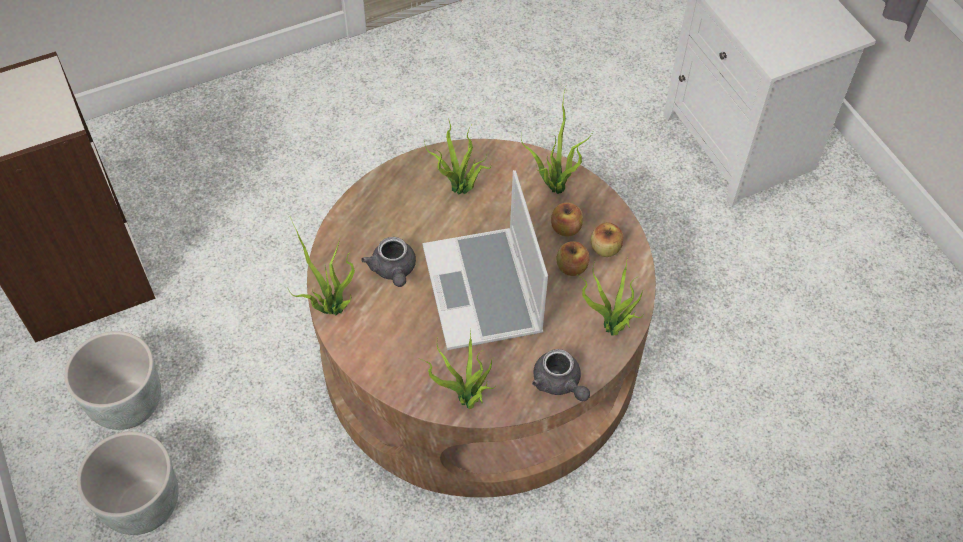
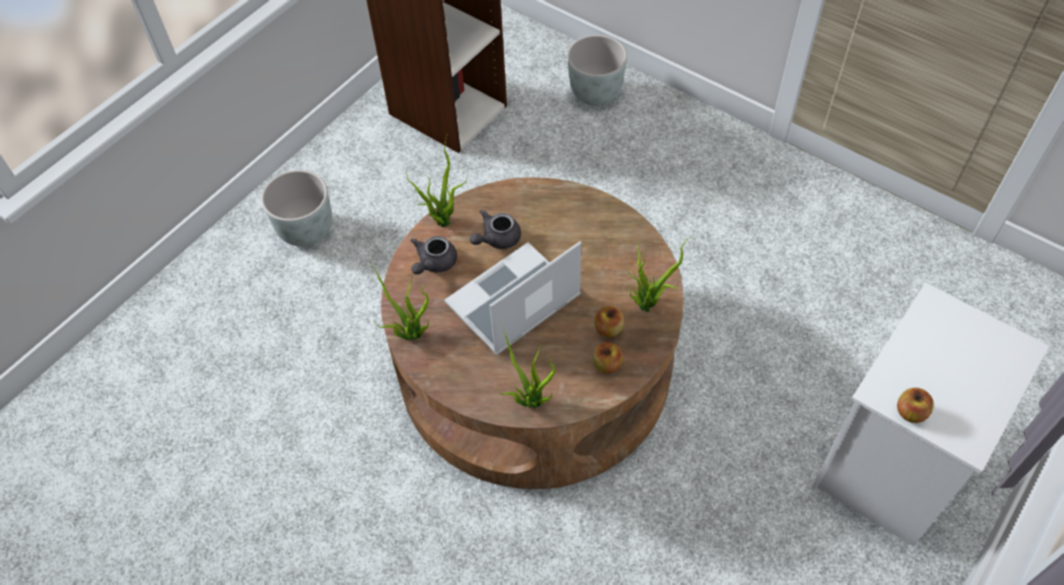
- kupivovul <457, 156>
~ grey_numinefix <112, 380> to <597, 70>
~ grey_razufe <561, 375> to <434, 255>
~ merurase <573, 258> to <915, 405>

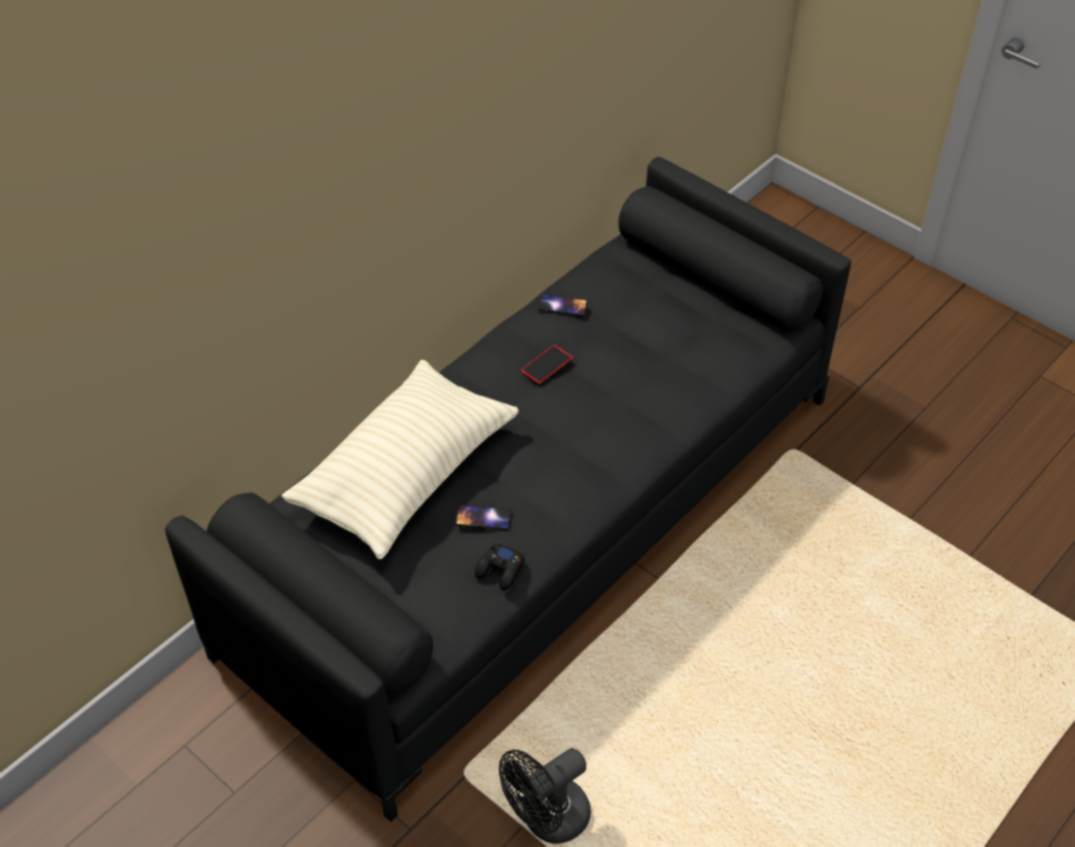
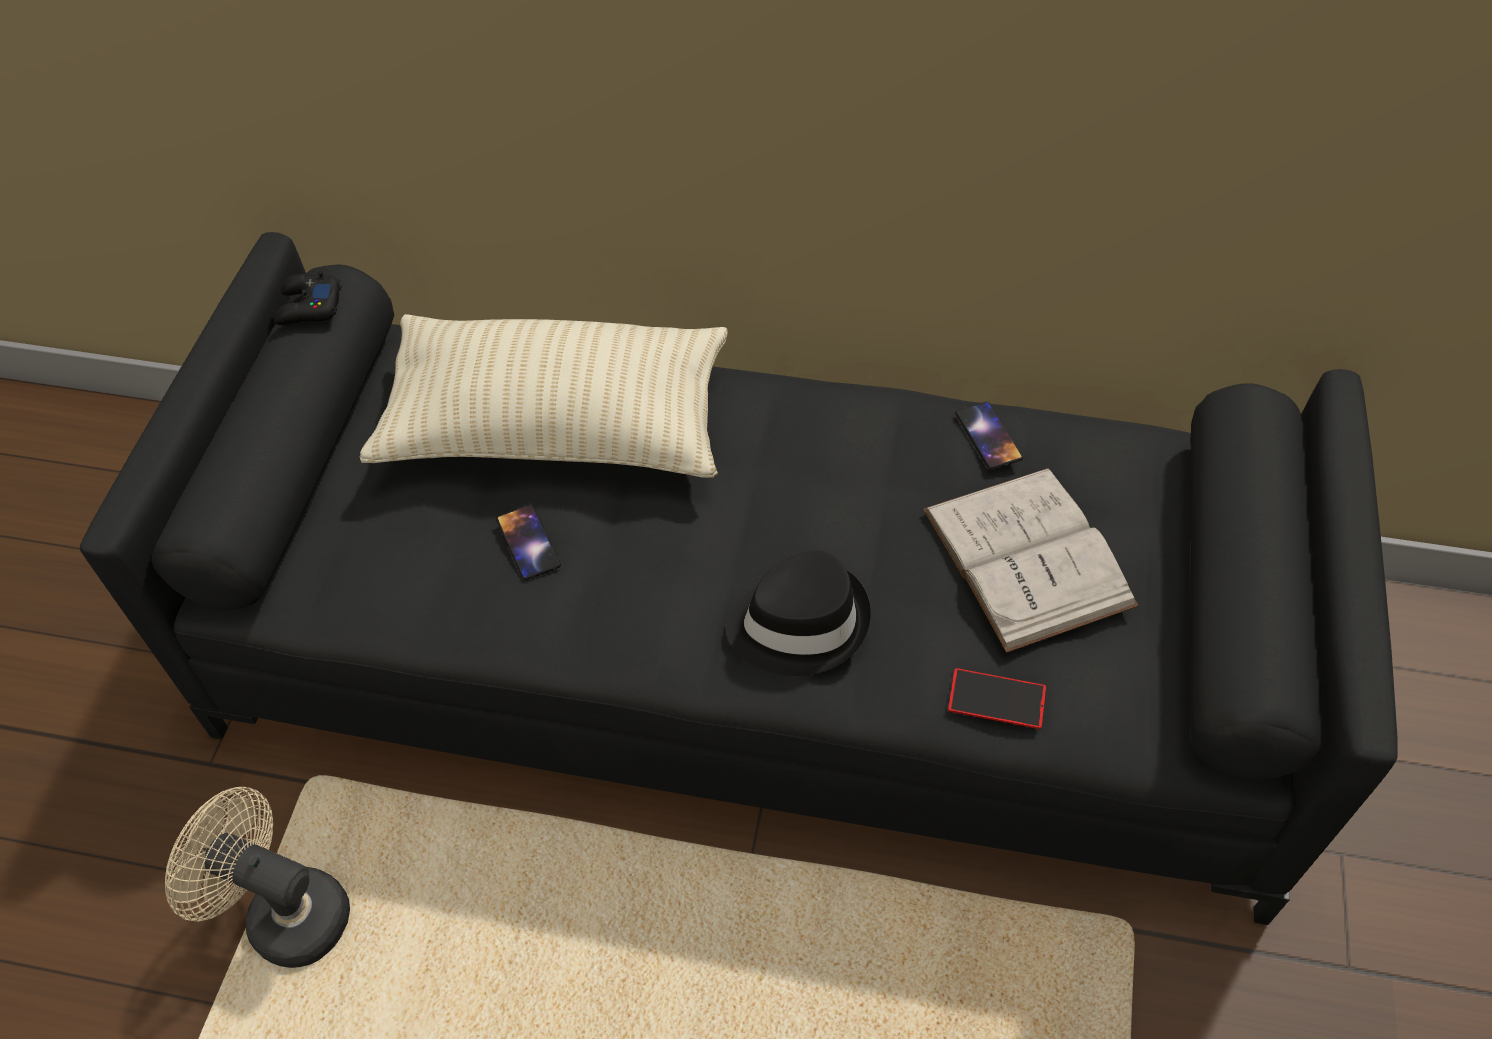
+ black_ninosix <798, 613>
+ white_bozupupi <1031, 560>
~ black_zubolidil <500, 566> to <308, 298>
~ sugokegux <547, 364> to <997, 698>
~ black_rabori <545, 796> to beige_rabori <257, 877>

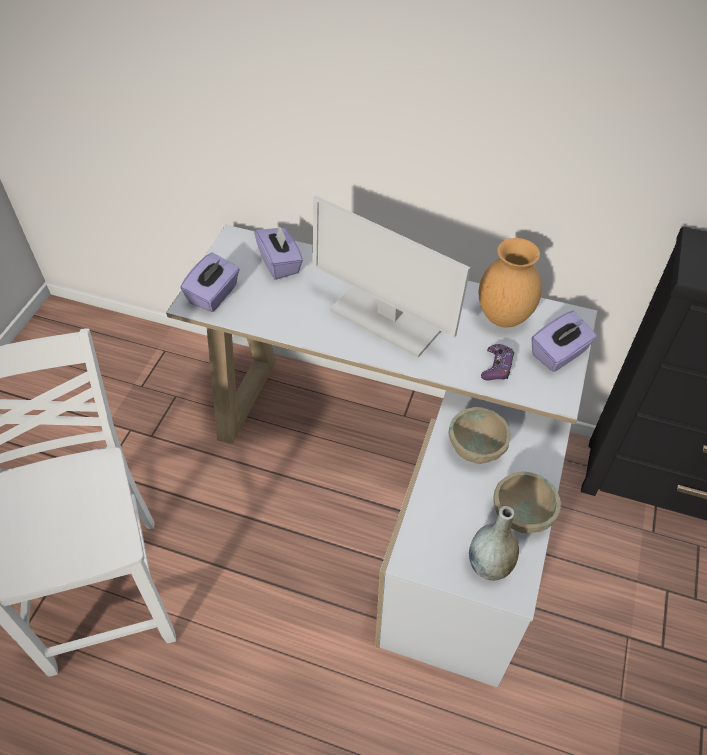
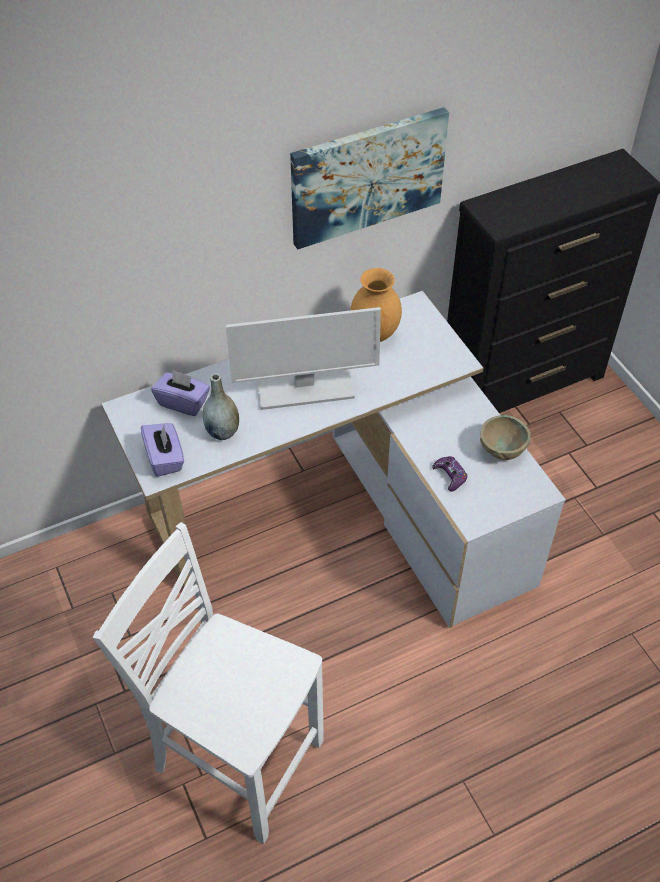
- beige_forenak <479, 435>
- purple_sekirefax <564, 341>
+ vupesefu <369, 178>
~ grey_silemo <494, 543> to <221, 406>
~ purple_zubolidil <497, 362> to <449, 474>

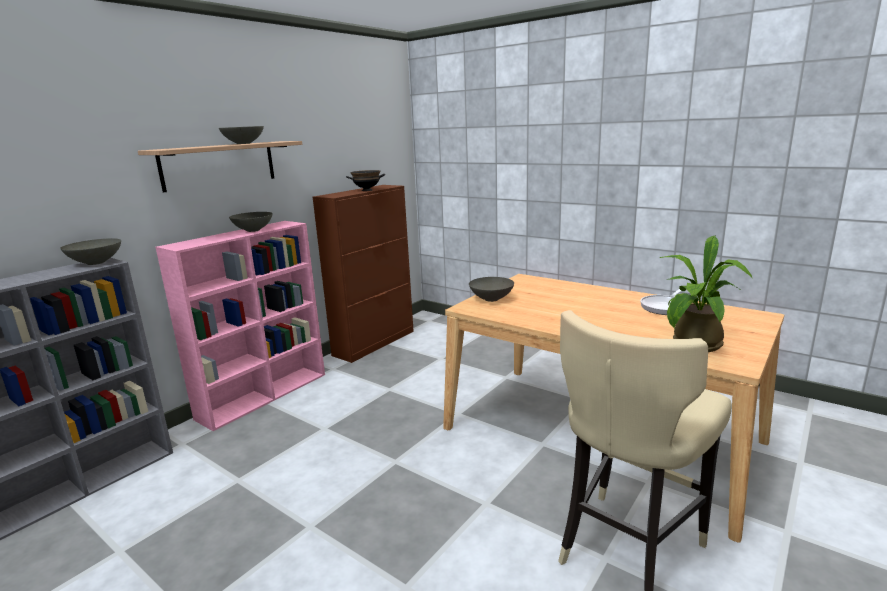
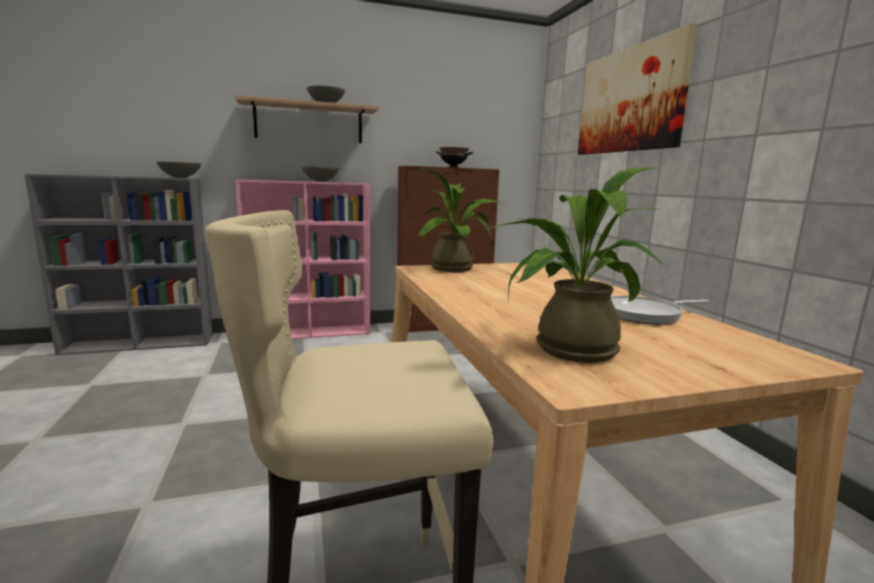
+ vupesefu <638, 89>
~ grey_forenak <491, 289> to kupivovul <461, 221>

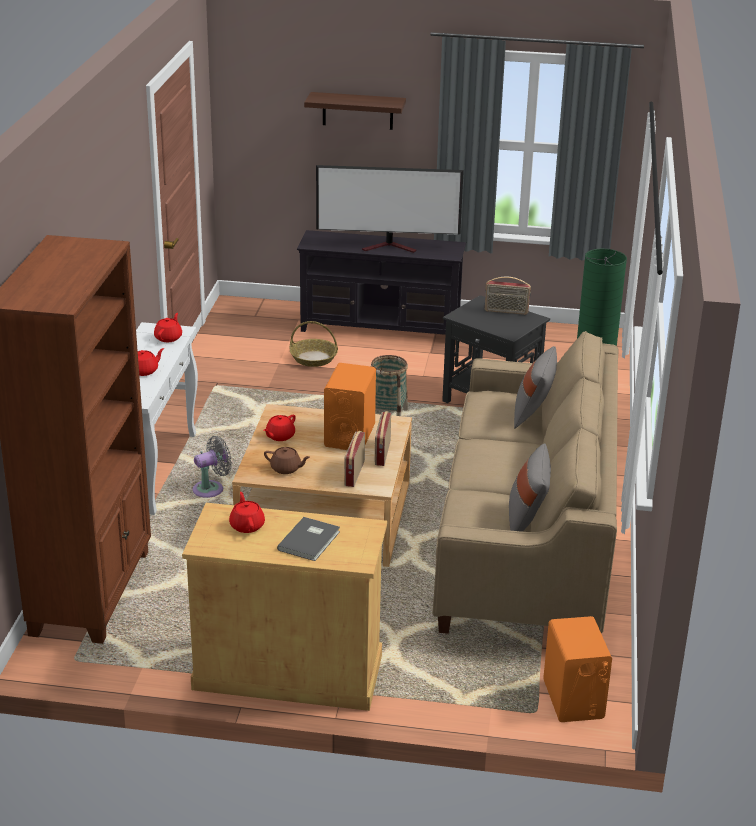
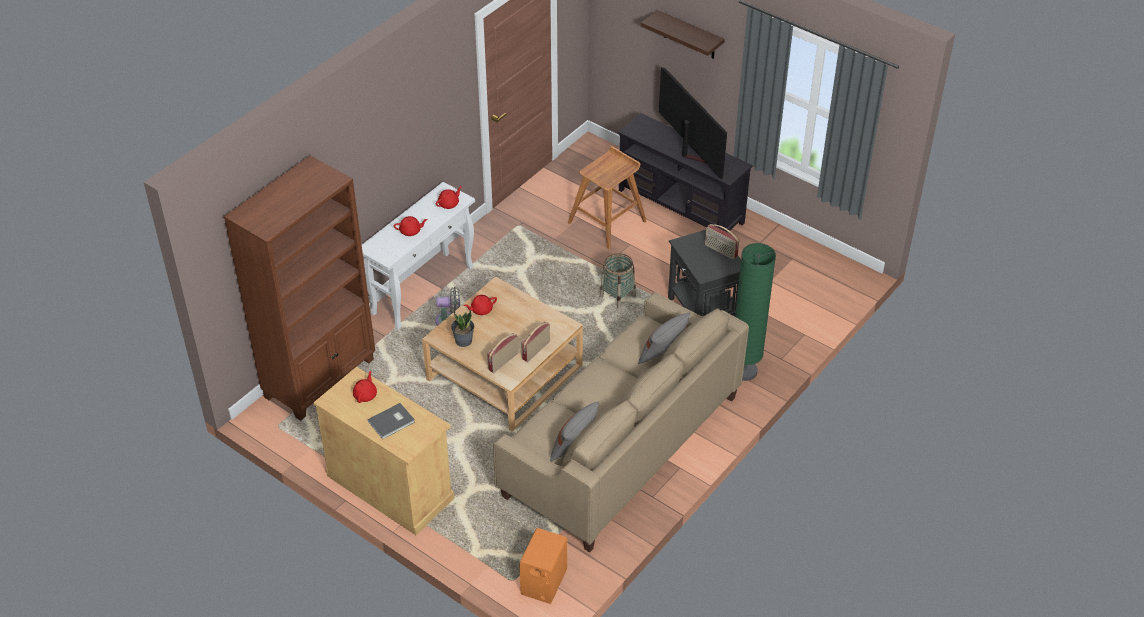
- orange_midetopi <350, 406>
~ brown_razufe <287, 460> to kupivovul <462, 328>
~ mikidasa <314, 344> to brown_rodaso <607, 197>
~ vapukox <390, 209> = <693, 123> 150 degrees counterclockwise

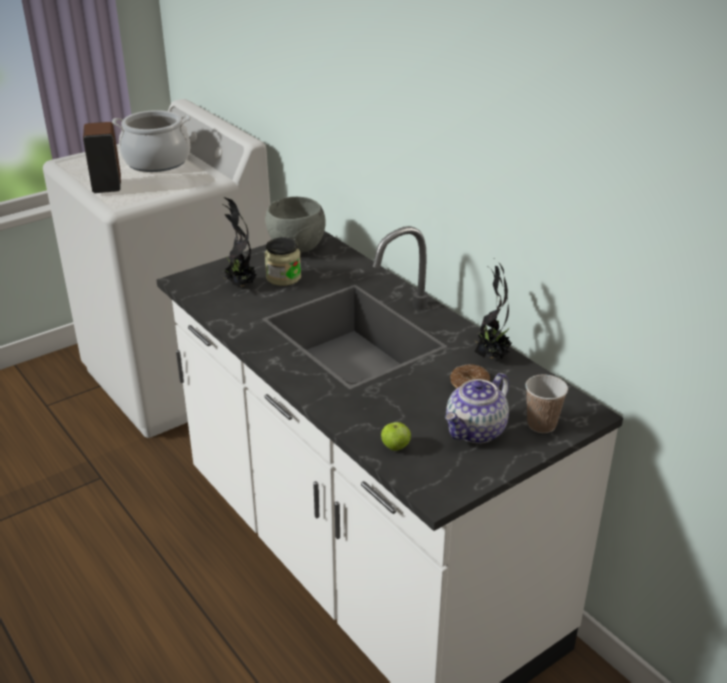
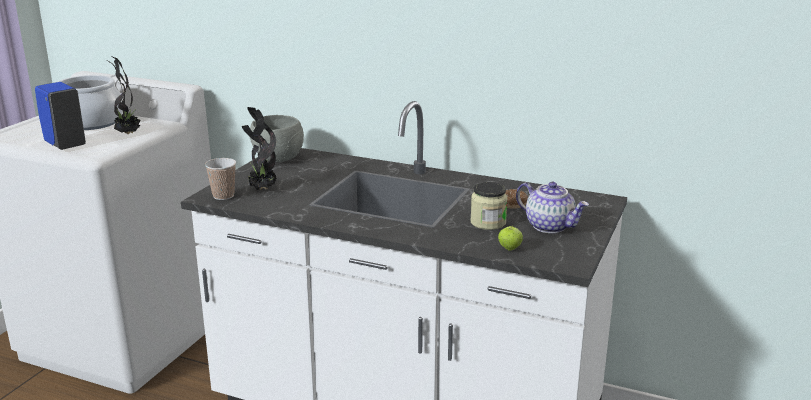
~ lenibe <283, 261> to <489, 206>
~ kupivovul <493, 309> to <123, 95>
~ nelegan <546, 404> to <220, 179>
~ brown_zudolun <102, 157> to blue_zudolun <60, 116>
~ razufe <477, 408> = <552, 207> 60 degrees counterclockwise

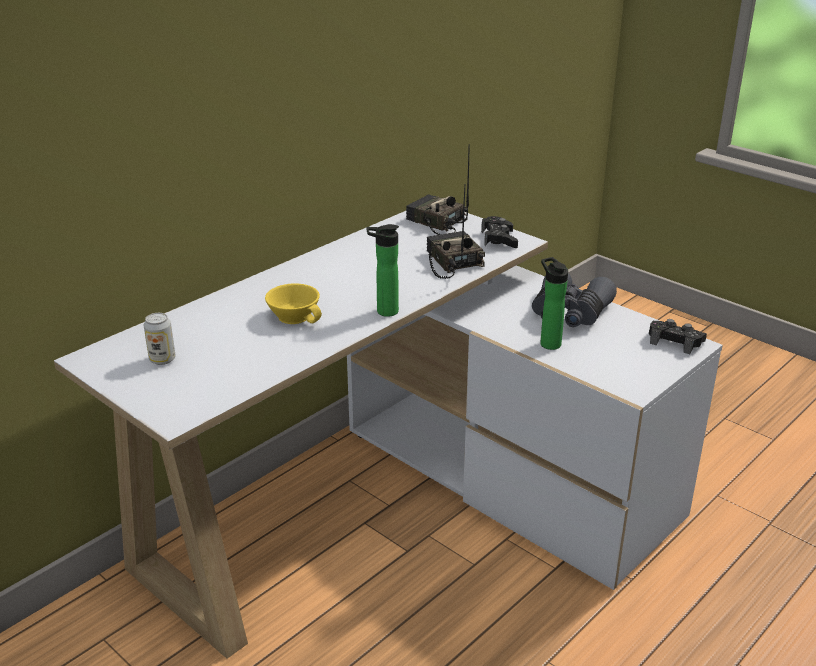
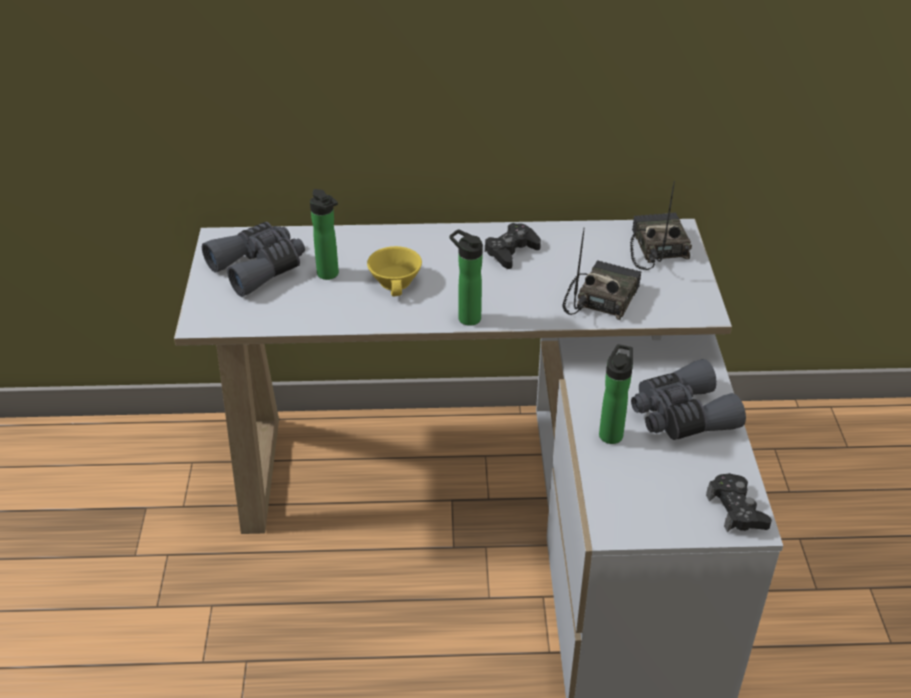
+ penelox <324, 234>
~ black_zubolidil <499, 232> to <513, 246>
~ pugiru <160, 339> to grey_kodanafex <253, 259>

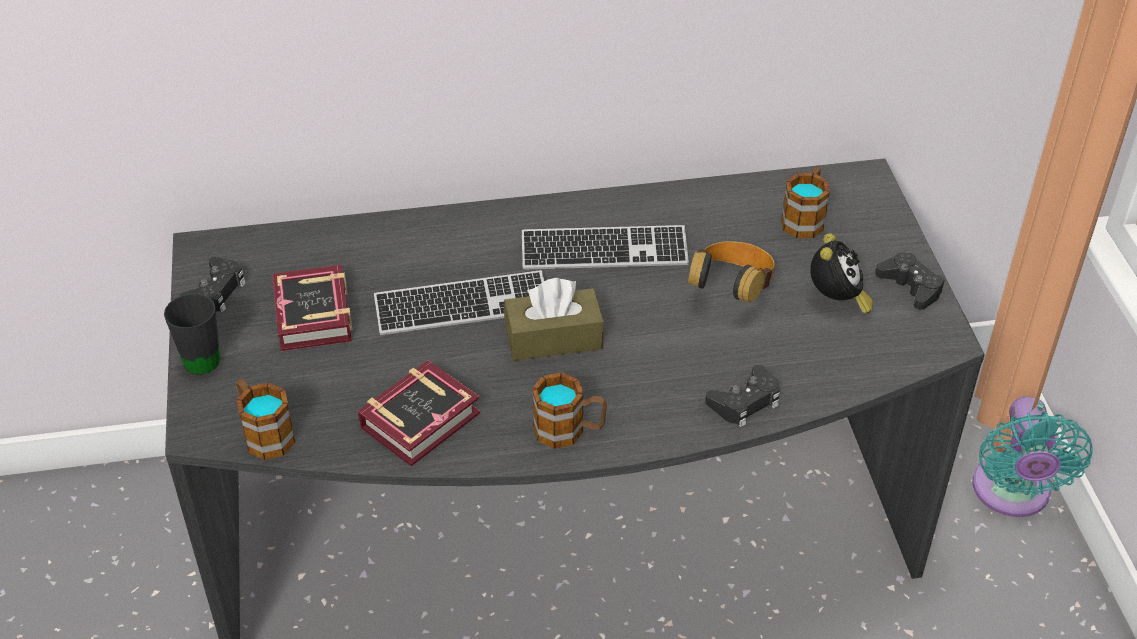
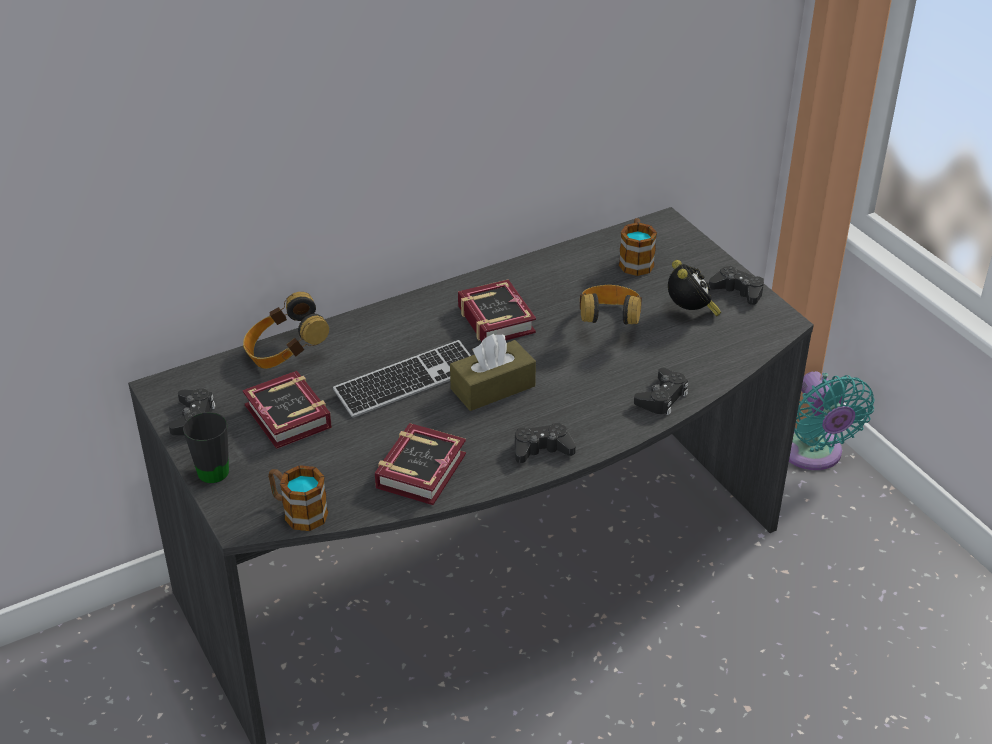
+ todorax <286, 330>
~ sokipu <605, 247> to bozupupi <497, 310>
~ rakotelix <569, 410> to black_zubolidil <545, 443>

